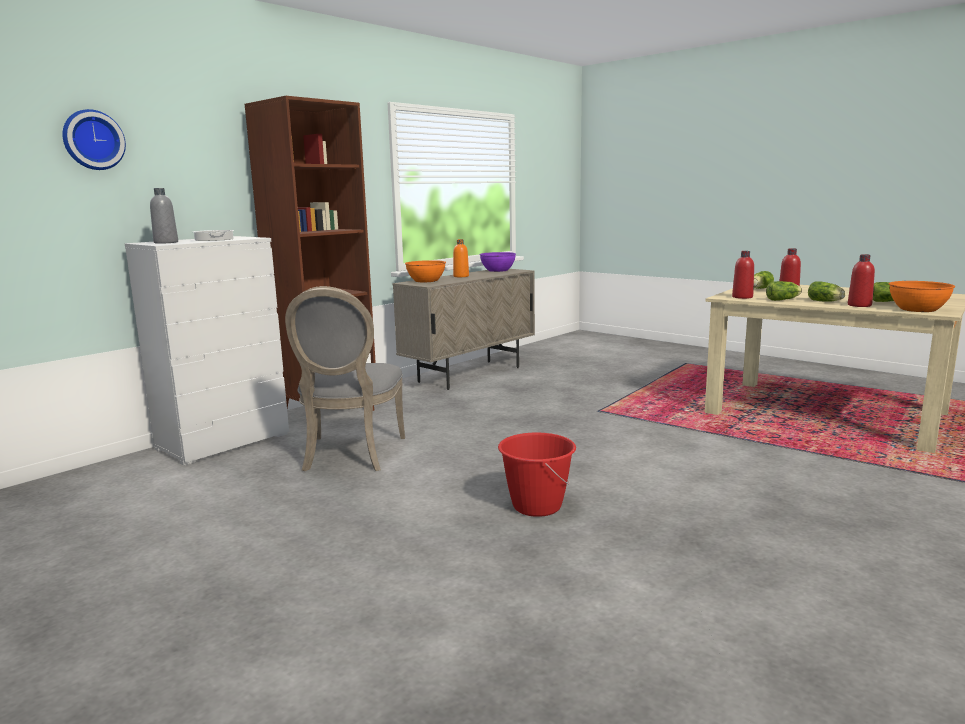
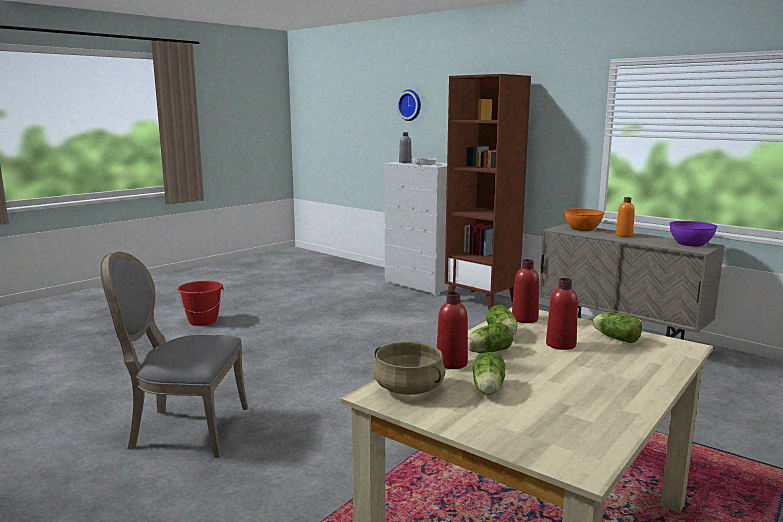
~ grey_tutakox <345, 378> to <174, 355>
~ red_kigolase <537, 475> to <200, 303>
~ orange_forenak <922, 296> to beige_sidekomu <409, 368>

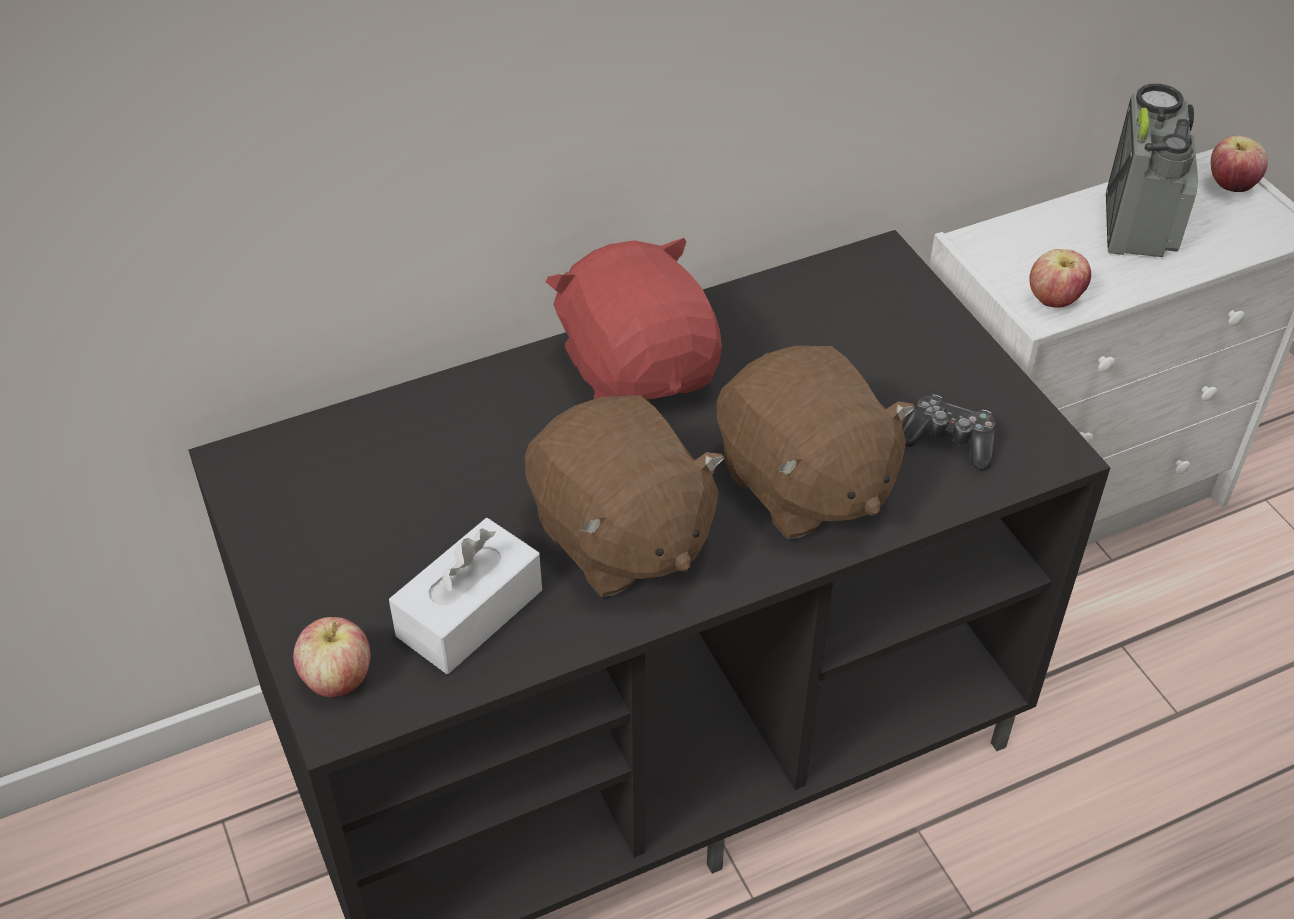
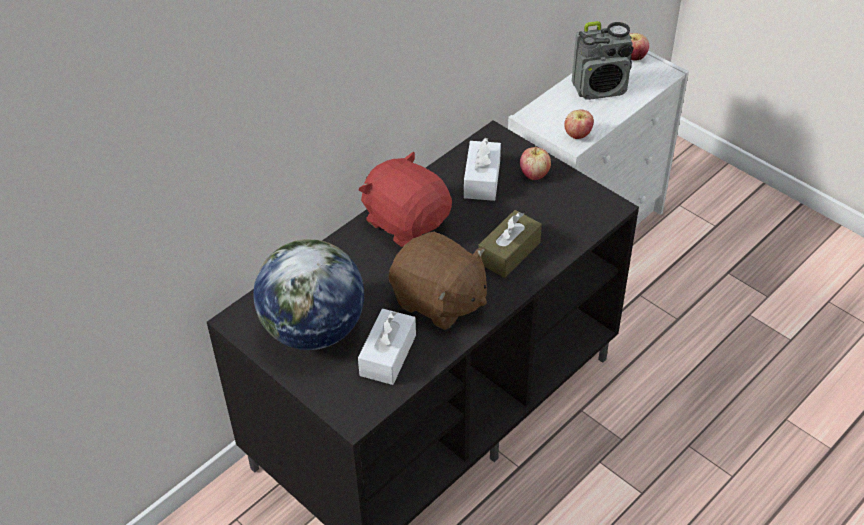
- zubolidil <949, 432>
+ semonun <308, 294>
+ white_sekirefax <482, 169>
~ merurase <331, 657> to <535, 163>
~ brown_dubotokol <816, 442> to brown_sekirefax <510, 244>
~ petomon <1152, 170> = <602, 60> 90 degrees clockwise

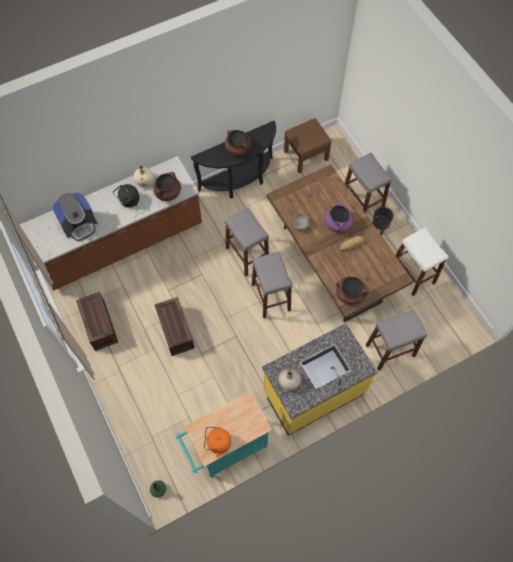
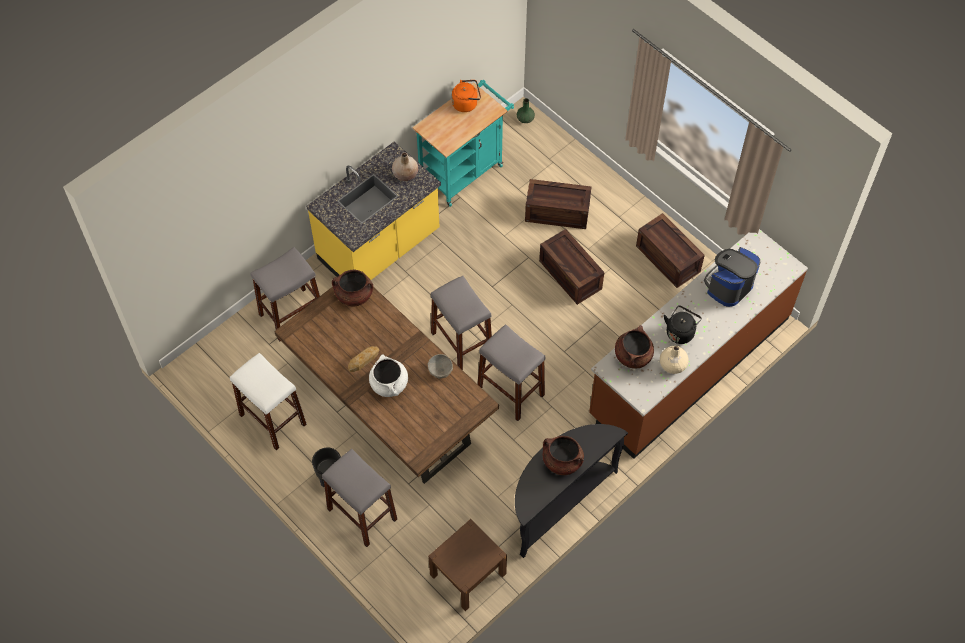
+ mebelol <558, 204>
~ purple_sidekomu <338, 216> to white_sidekomu <388, 376>

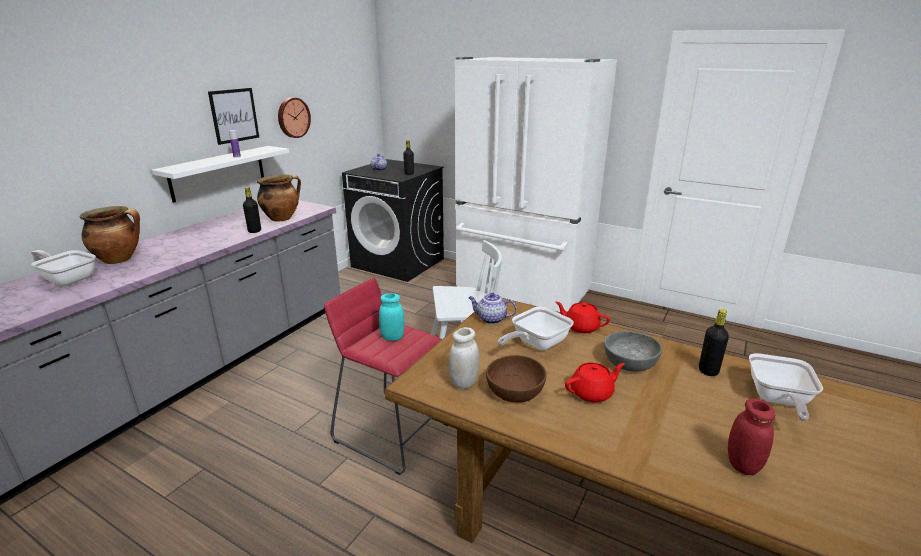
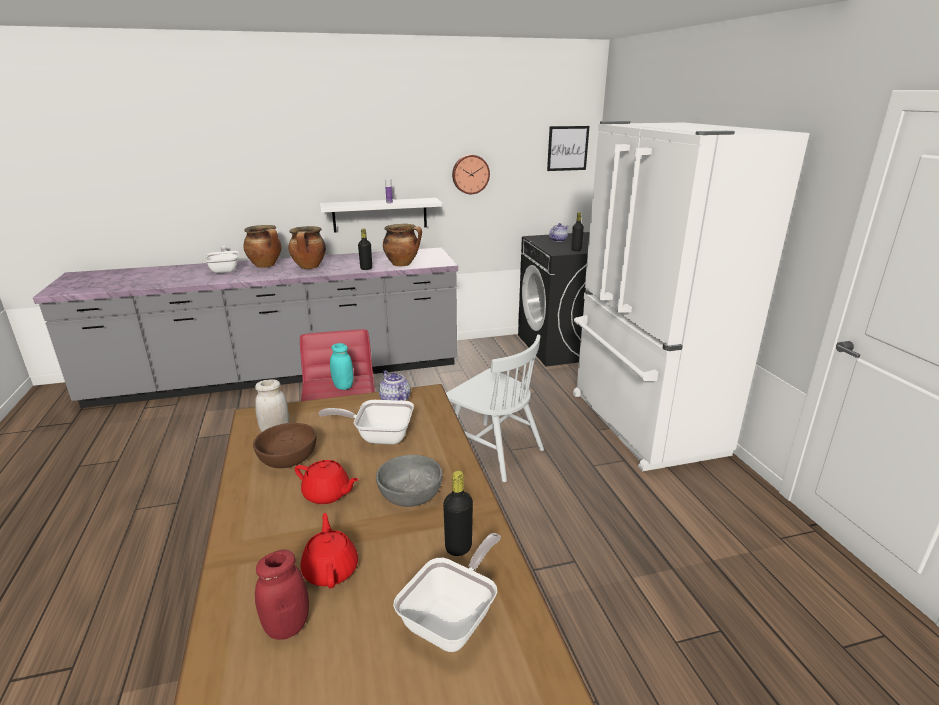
+ sidekomu <307, 247>
~ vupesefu <233, 116> to <568, 148>
~ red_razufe <582, 317> to <329, 550>
~ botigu <786, 387> = <447, 592> 150 degrees clockwise

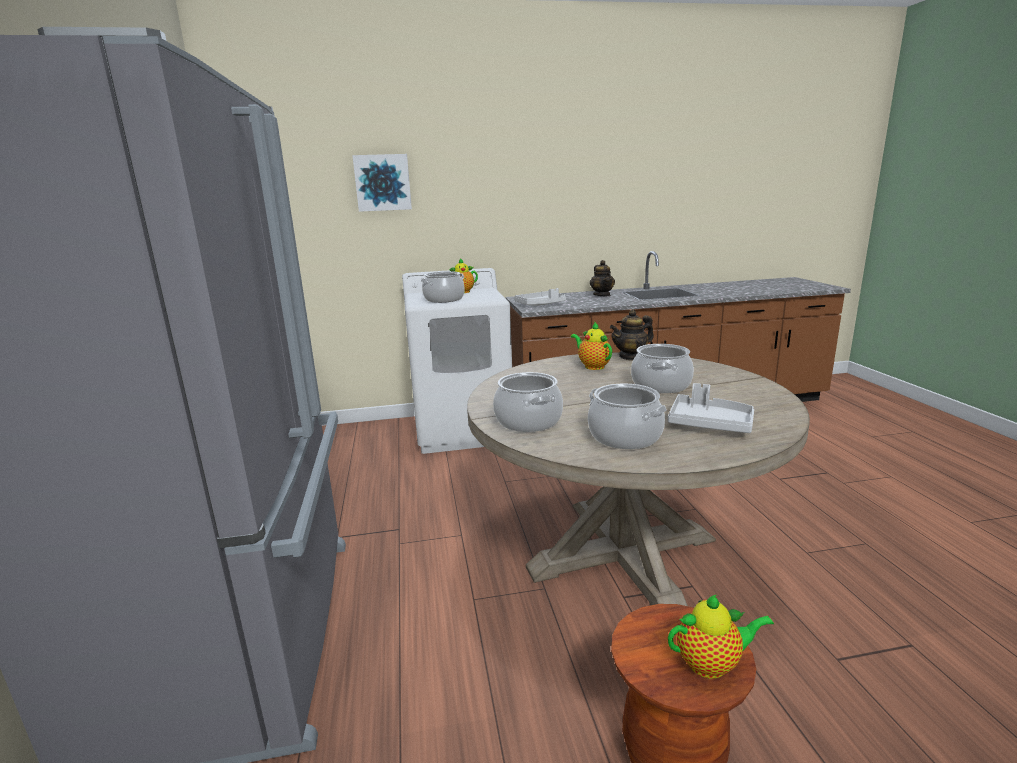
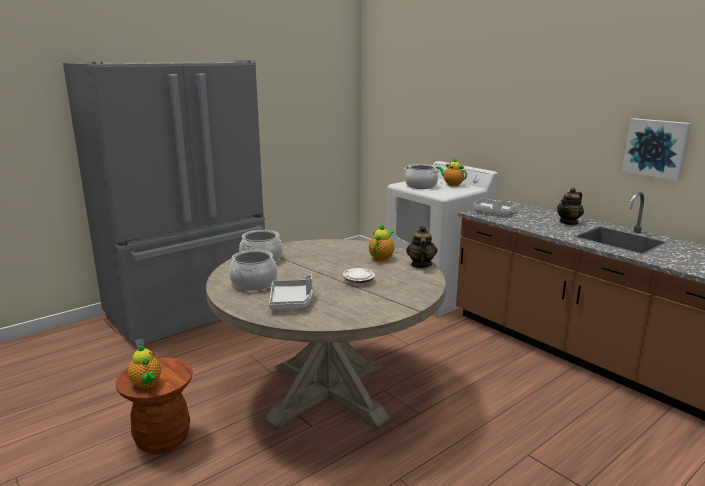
~ vupesefu <382, 183> to <656, 149>
~ sidekomu <662, 368> to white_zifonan <359, 276>
~ razufe <632, 335> = <422, 246> 60 degrees clockwise

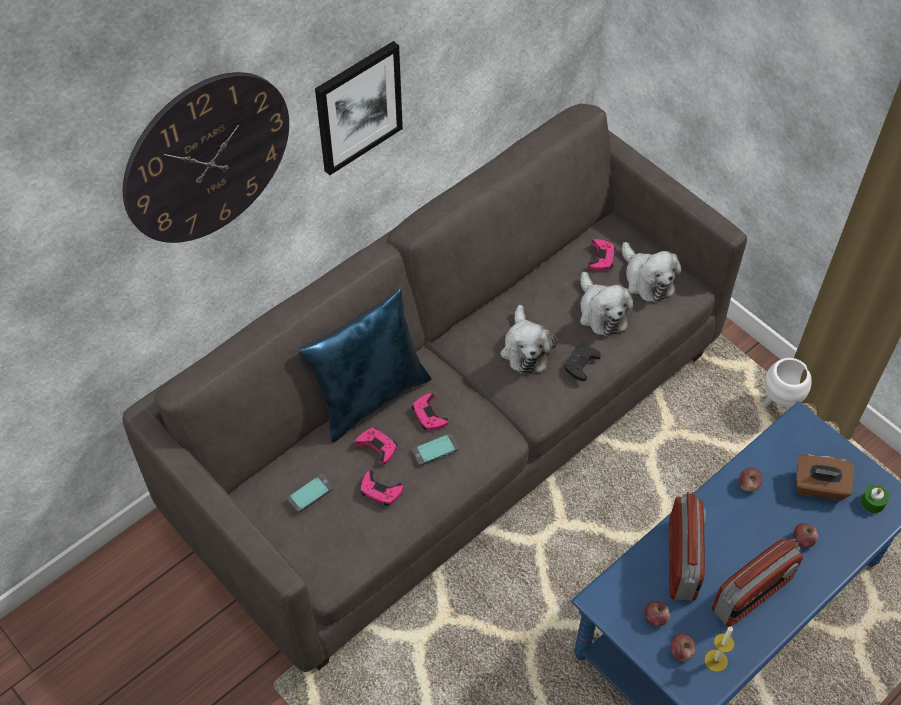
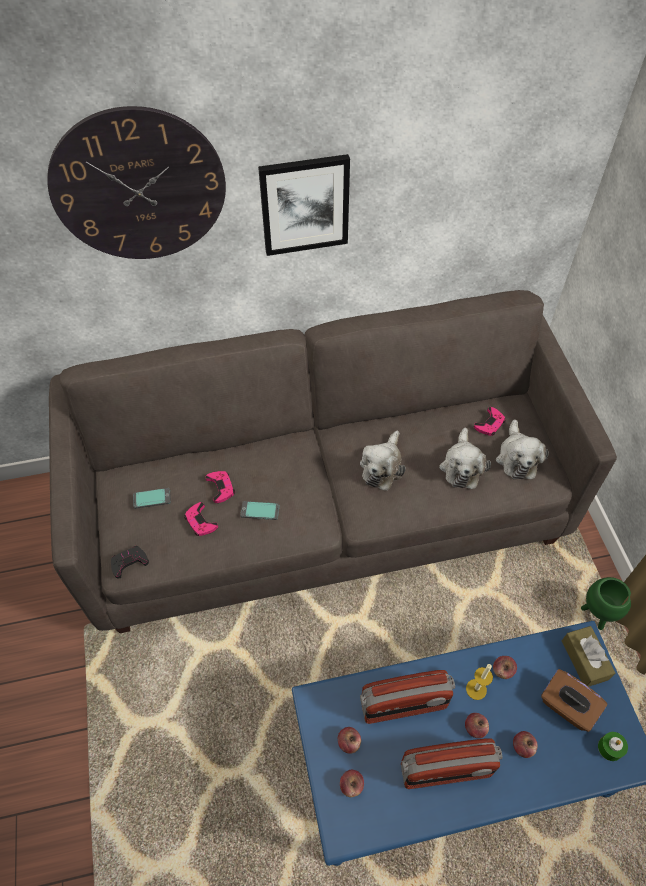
- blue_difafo <365, 366>
- pink_zubolidil <430, 411>
+ merurase <477, 725>
+ brown_sekirefax <588, 656>
~ black_zubolidil <582, 363> to <130, 562>
~ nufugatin <719, 649> to <479, 682>
~ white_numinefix <786, 384> to green_numinefix <606, 603>
~ petomon <687, 546> = <407, 697> 45 degrees clockwise

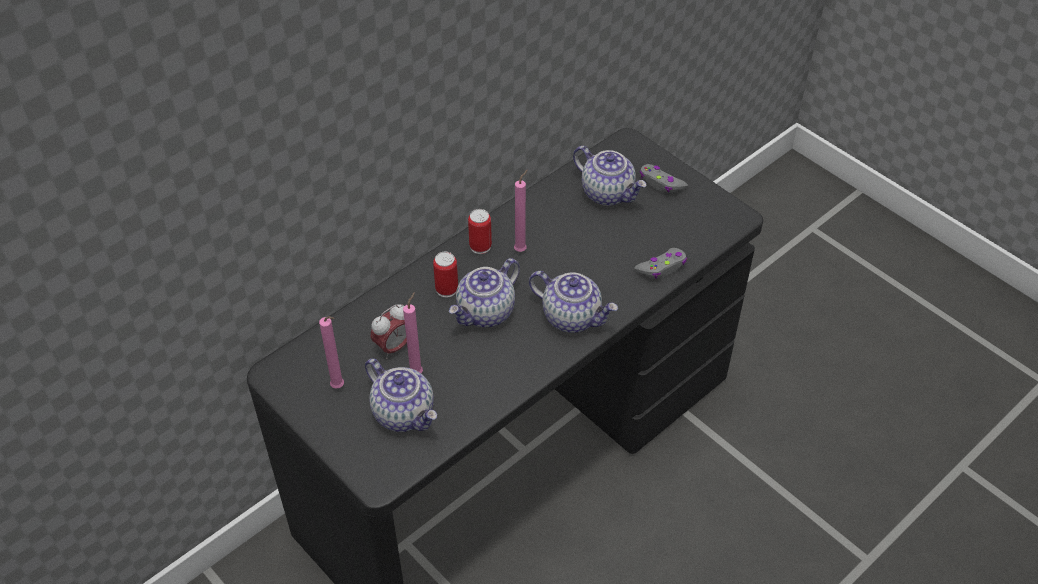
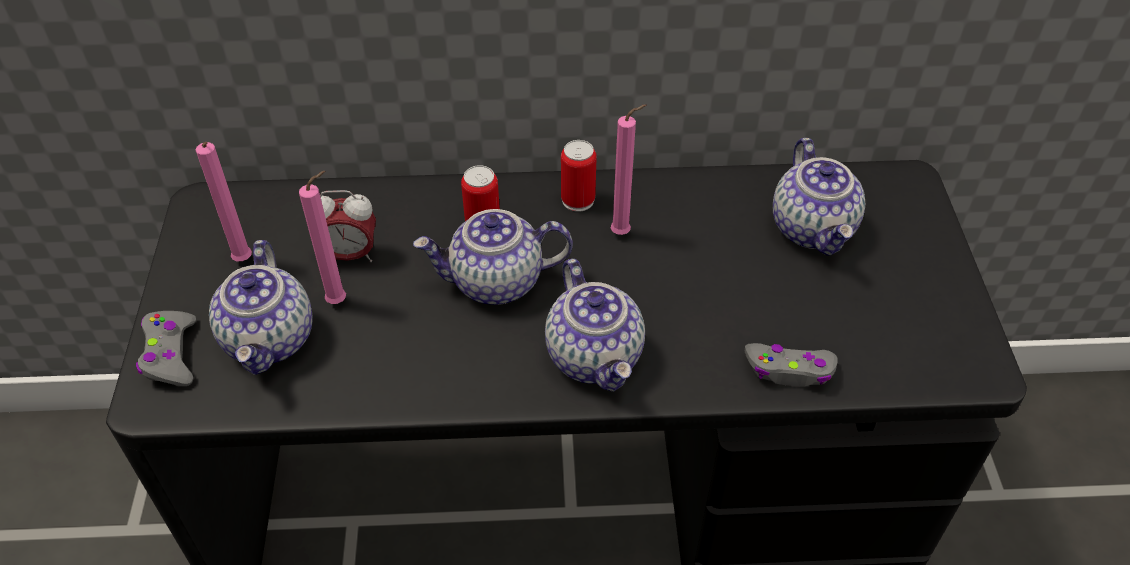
~ grey_zubolidil <664, 178> to <166, 348>

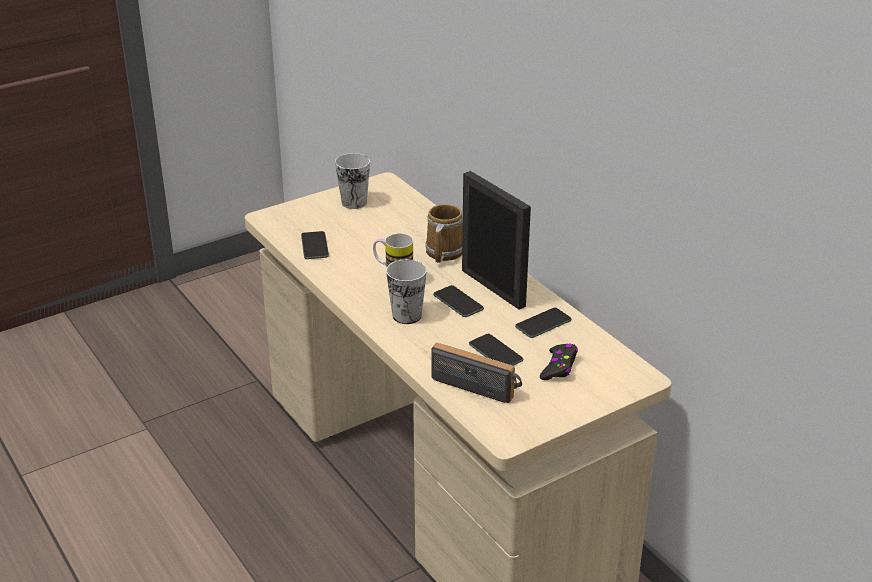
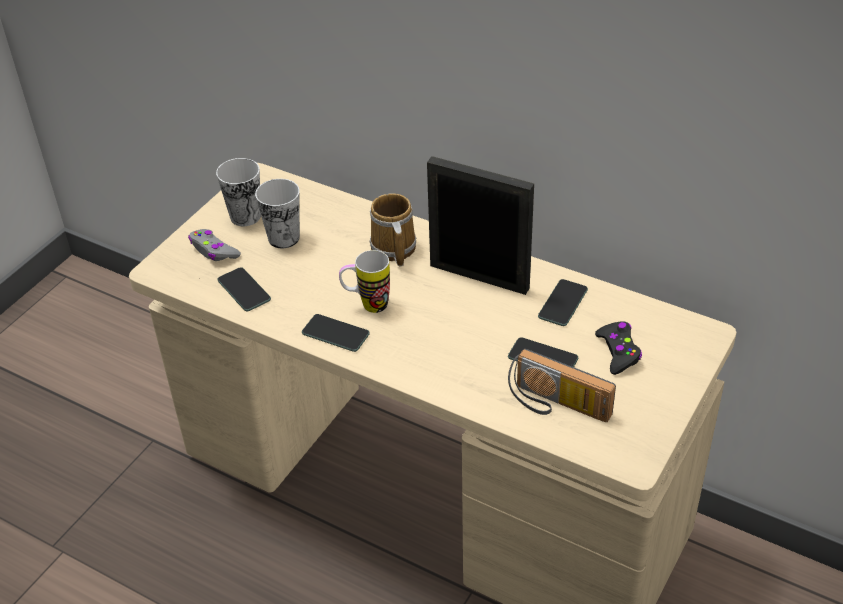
+ grey_zubolidil <214, 245>
~ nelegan <406, 291> to <277, 213>
~ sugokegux <458, 301> to <336, 333>
~ petomon <476, 373> = <562, 385> 150 degrees counterclockwise

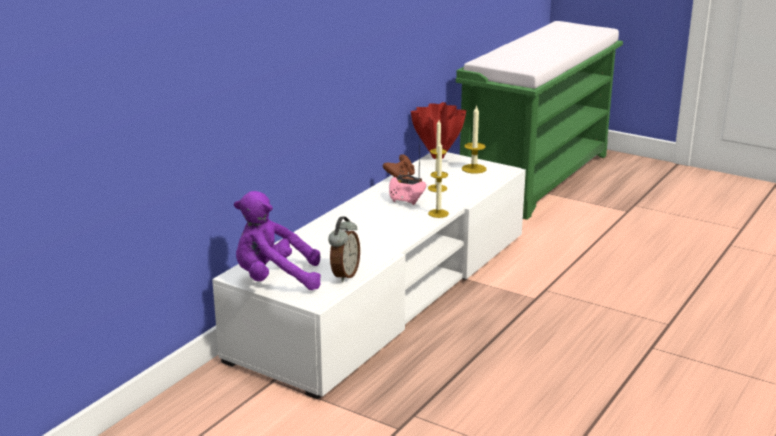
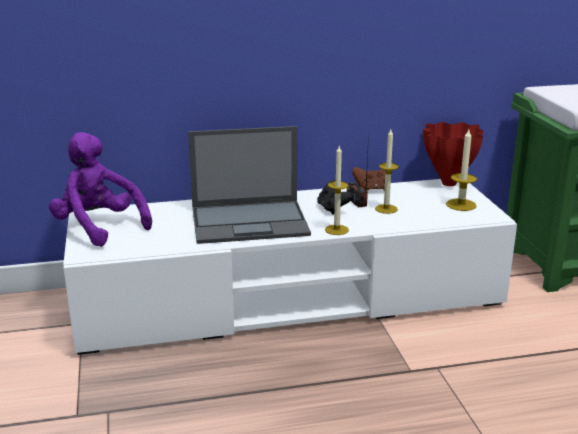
- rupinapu <344, 249>
+ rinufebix <249, 185>
~ pink_zubolidil <407, 191> to black_zubolidil <335, 197>

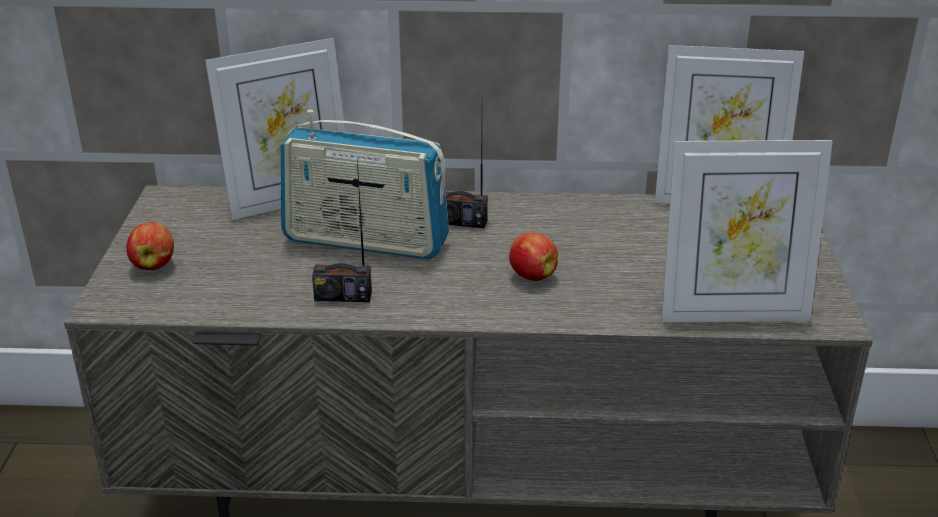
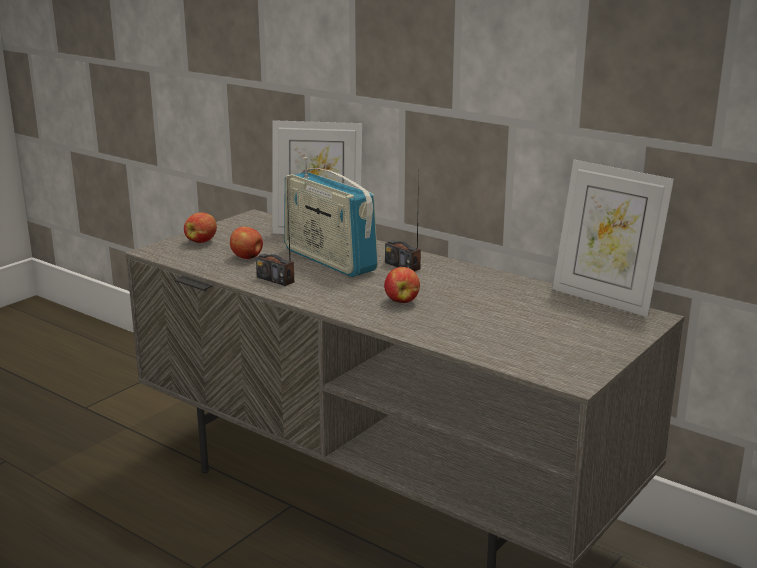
- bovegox <747, 231>
+ merurase <246, 243>

